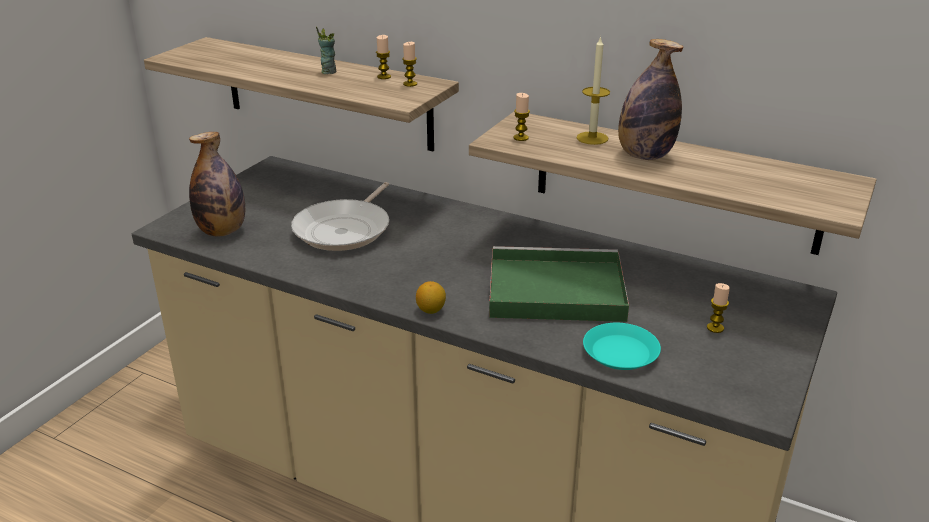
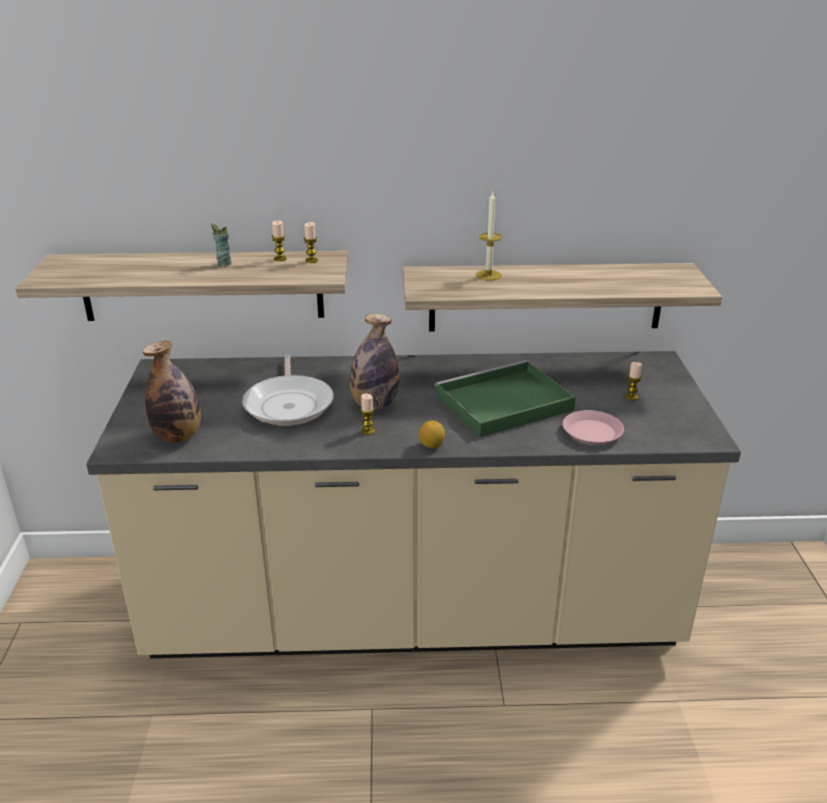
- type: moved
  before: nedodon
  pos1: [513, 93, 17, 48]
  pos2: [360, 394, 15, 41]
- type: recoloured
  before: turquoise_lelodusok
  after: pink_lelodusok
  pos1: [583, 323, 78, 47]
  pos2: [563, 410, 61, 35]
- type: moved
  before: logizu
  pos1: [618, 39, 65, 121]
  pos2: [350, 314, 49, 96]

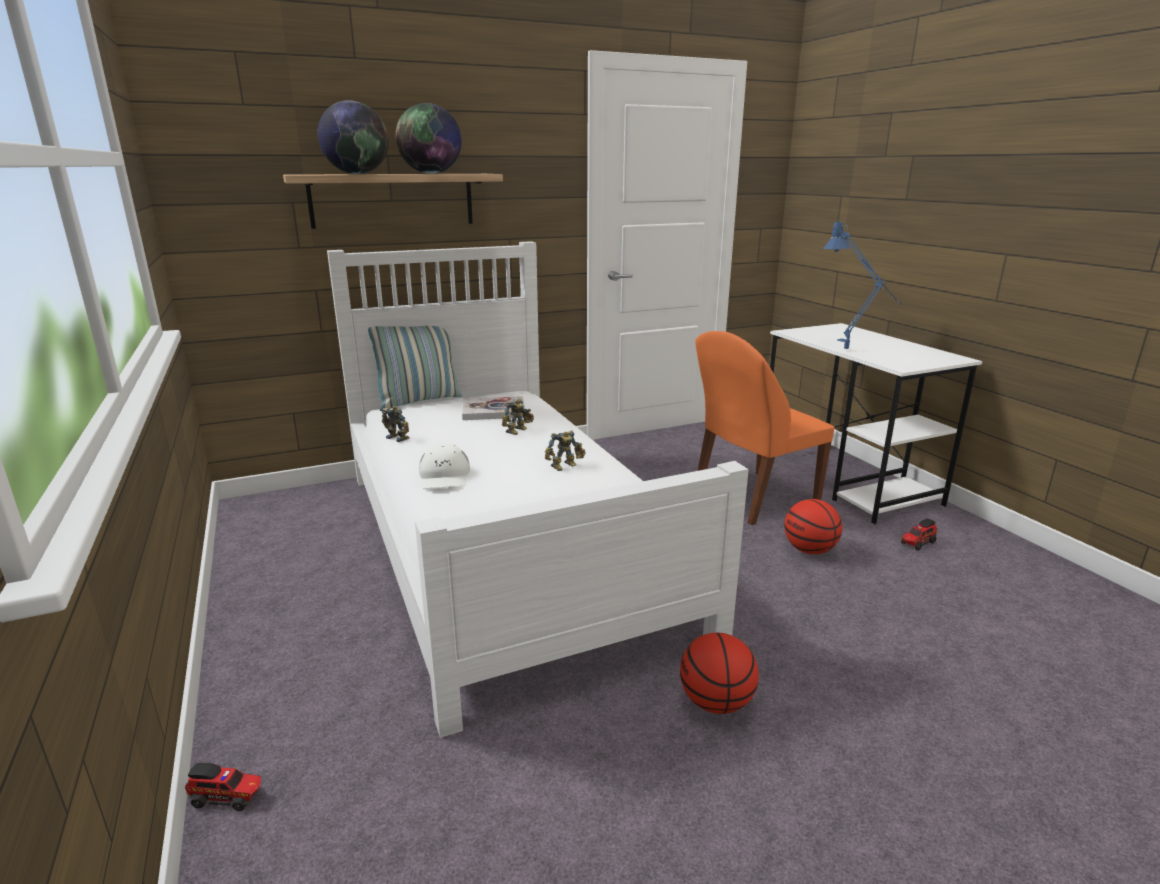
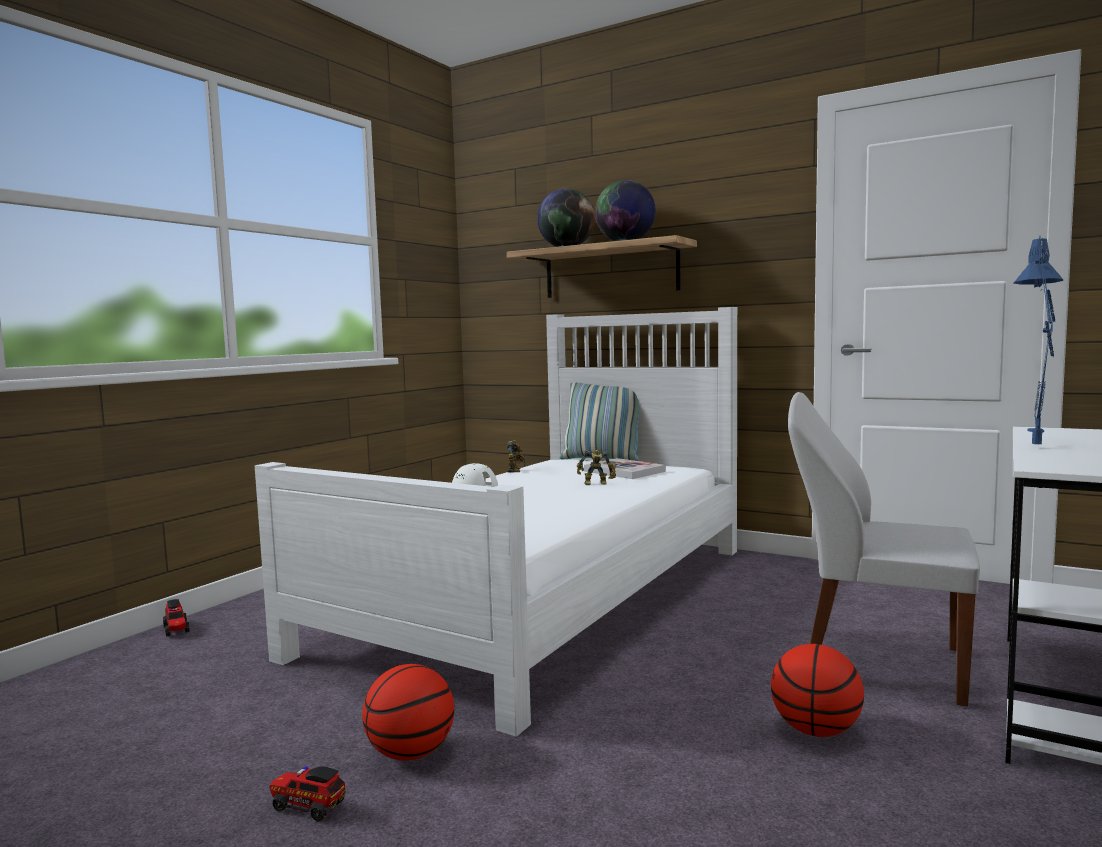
- type: removed
  before: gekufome
  pos1: [545, 430, 41, 41]
- type: recoloured
  before: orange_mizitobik
  after: white_mizitobik
  pos1: [695, 331, 140, 194]
  pos2: [788, 392, 192, 314]
- type: moved
  before: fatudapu
  pos1: [901, 518, 37, 33]
  pos2: [269, 766, 76, 56]

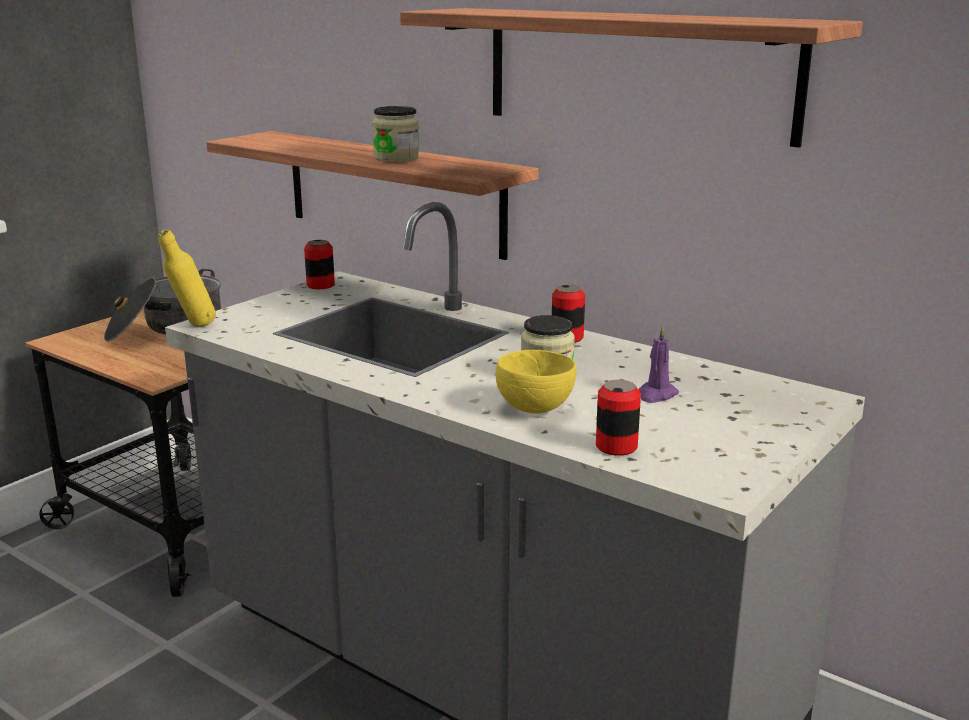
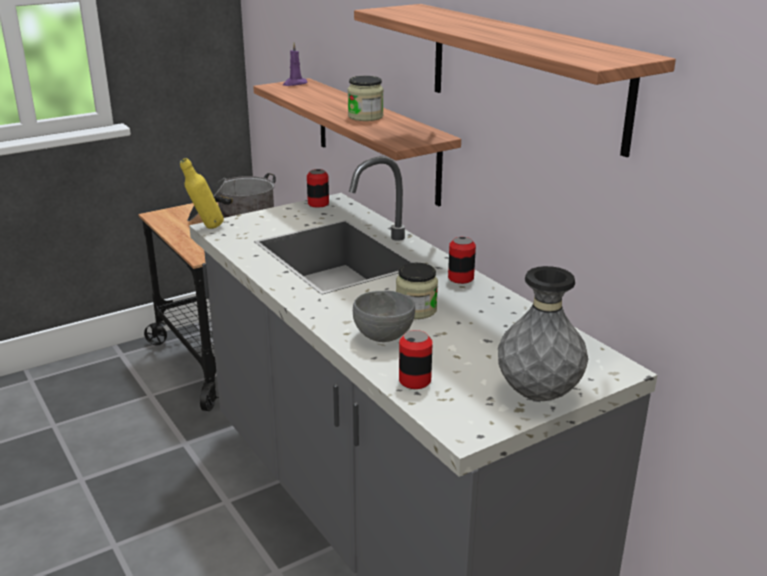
- type: recoloured
  before: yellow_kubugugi
  after: grey_kubugugi
  pos1: [496, 350, 81, 64]
  pos2: [353, 290, 62, 52]
- type: moved
  before: purple_nedodon
  pos1: [639, 325, 40, 78]
  pos2: [283, 43, 24, 43]
- type: added
  after: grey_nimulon
  pos2: [498, 266, 90, 135]

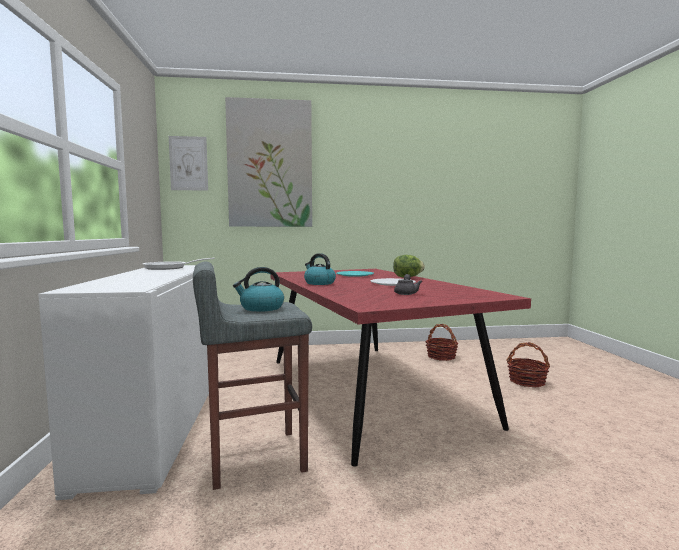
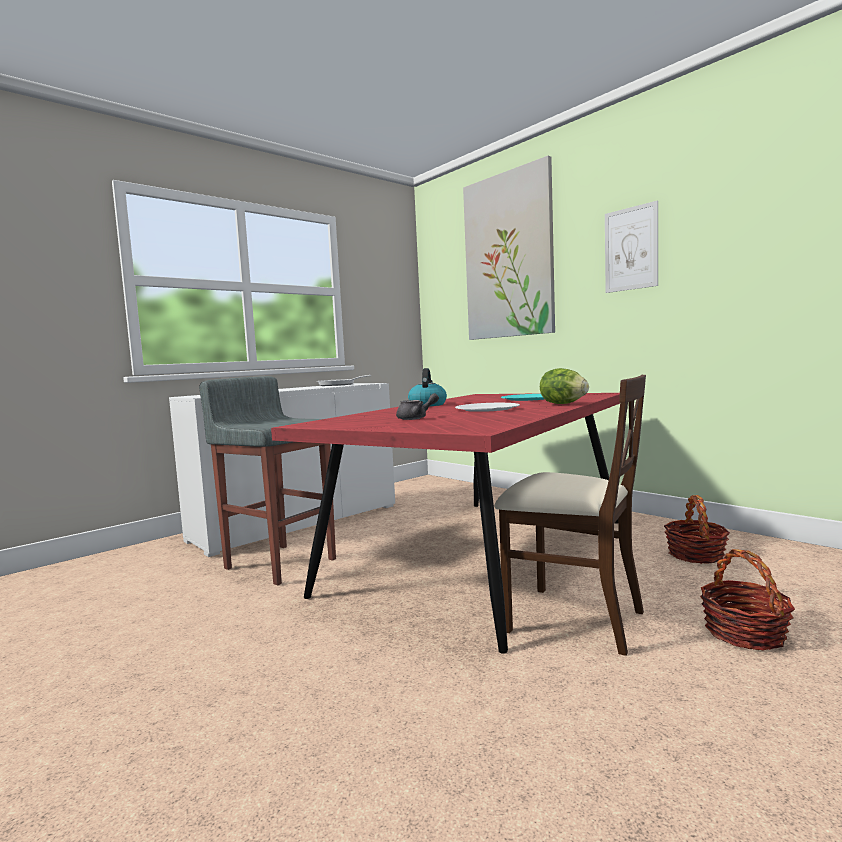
- type: moved
  before: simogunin
  pos1: [169, 136, 39, 55]
  pos2: [605, 200, 53, 93]
- type: removed
  before: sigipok
  pos1: [233, 267, 51, 45]
- type: added
  after: beige_mizitobik
  pos2: [494, 375, 152, 281]

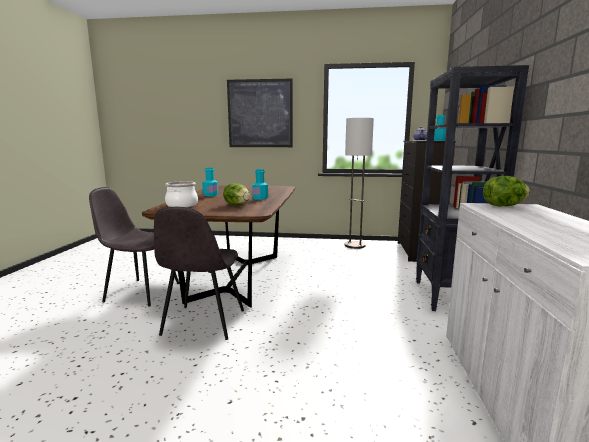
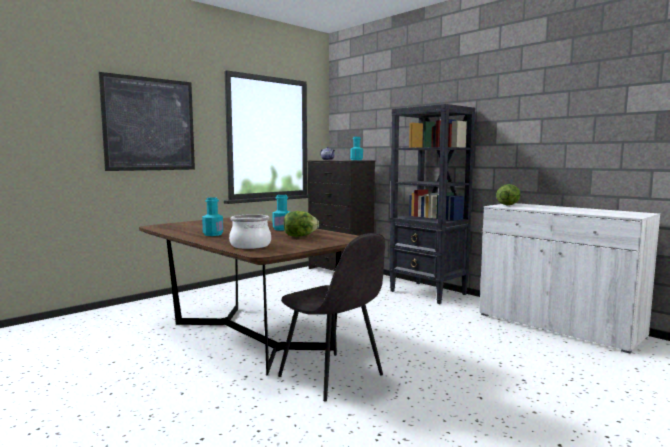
- type: removed
  before: grey_mizitobik
  pos1: [89, 187, 90, 120]
- type: removed
  before: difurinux
  pos1: [345, 118, 29, 131]

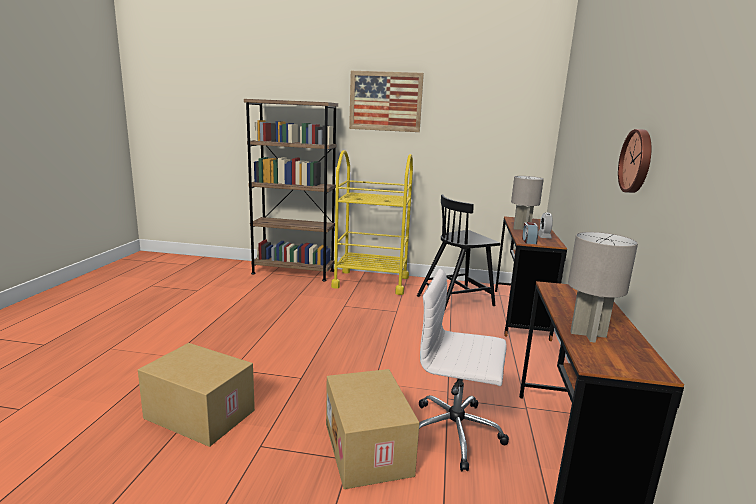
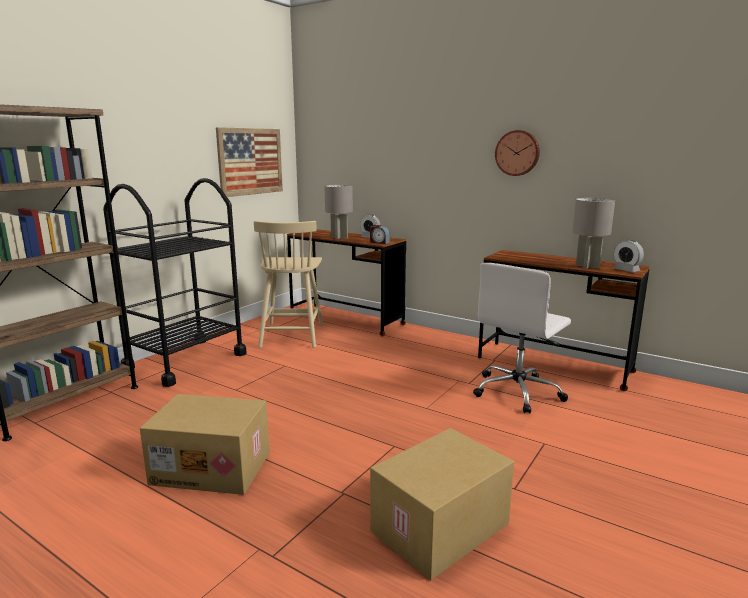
- type: moved
  before: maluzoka
  pos1: [326, 369, 94, 120]
  pos2: [140, 394, 129, 101]
- type: recoloured
  before: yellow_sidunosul
  after: black_sidunosul
  pos1: [331, 150, 82, 145]
  pos2: [103, 178, 144, 209]
- type: moved
  before: simogunin
  pos1: [349, 71, 75, 61]
  pos2: [216, 127, 67, 70]
- type: recoloured
  before: black_mizitobik
  after: beige_mizitobik
  pos1: [417, 194, 83, 115]
  pos2: [254, 221, 69, 127]
- type: added
  after: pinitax
  pos2: [613, 240, 31, 32]

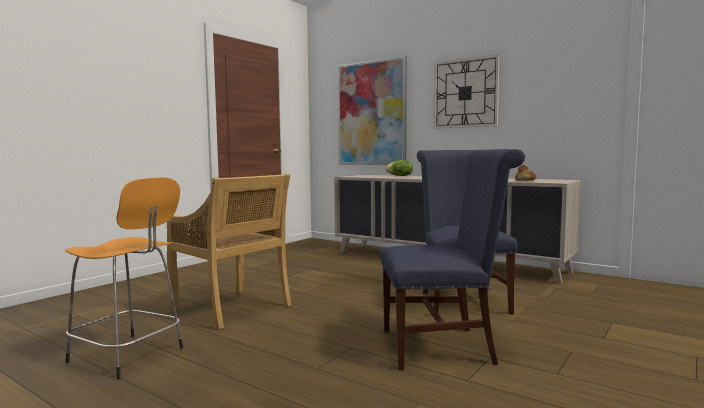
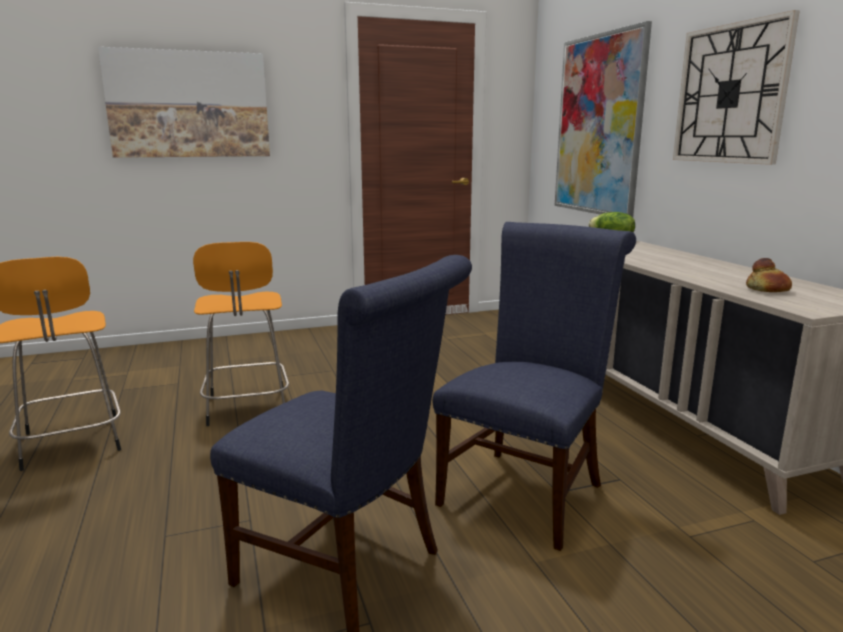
- type: replaced
  before: beige_mizitobik
  after: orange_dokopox
  pos1: [167, 174, 124, 155]
  pos2: [193, 242, 96, 184]
- type: added
  after: simogunin
  pos2: [98, 47, 172, 111]

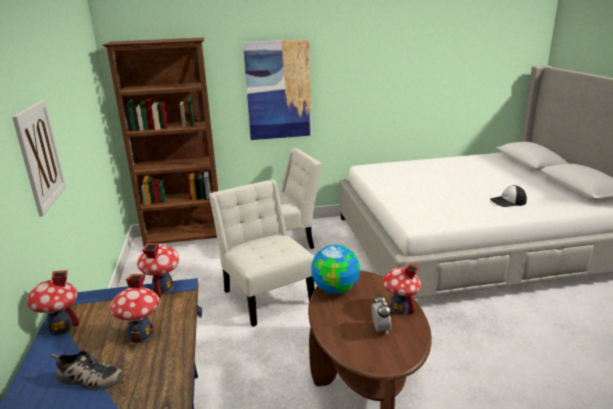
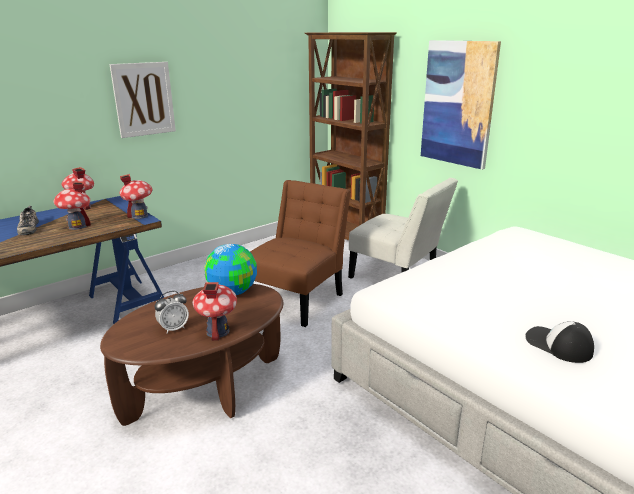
- type: recoloured
  before: white_mizitobik
  after: brown_mizitobik
  pos1: [209, 180, 106, 147]
  pos2: [250, 180, 101, 147]

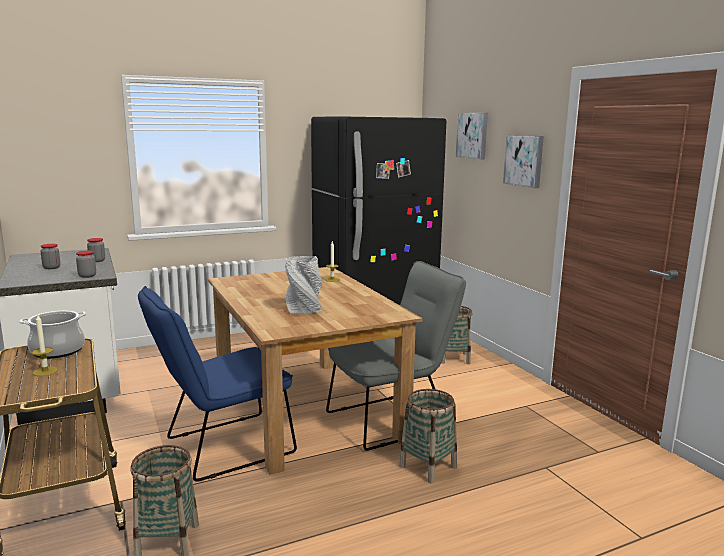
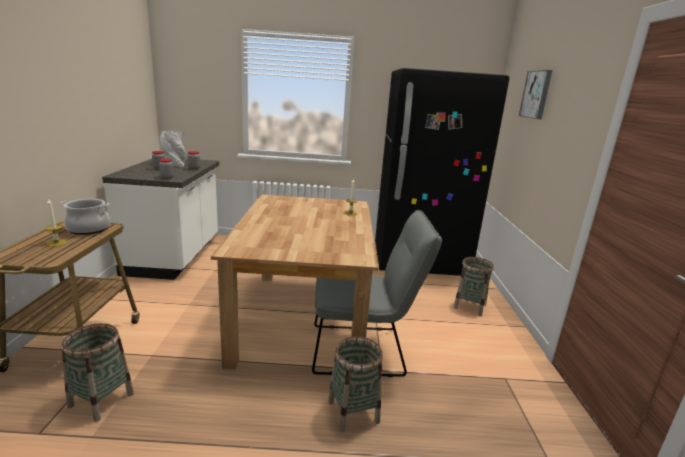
- type: removed
  before: blue_mizitobik
  pos1: [138, 286, 159, 196]
- type: moved
  before: grey_nimulon
  pos1: [285, 256, 37, 58]
  pos2: [160, 131, 27, 35]
- type: removed
  before: simogunin
  pos1: [503, 135, 41, 53]

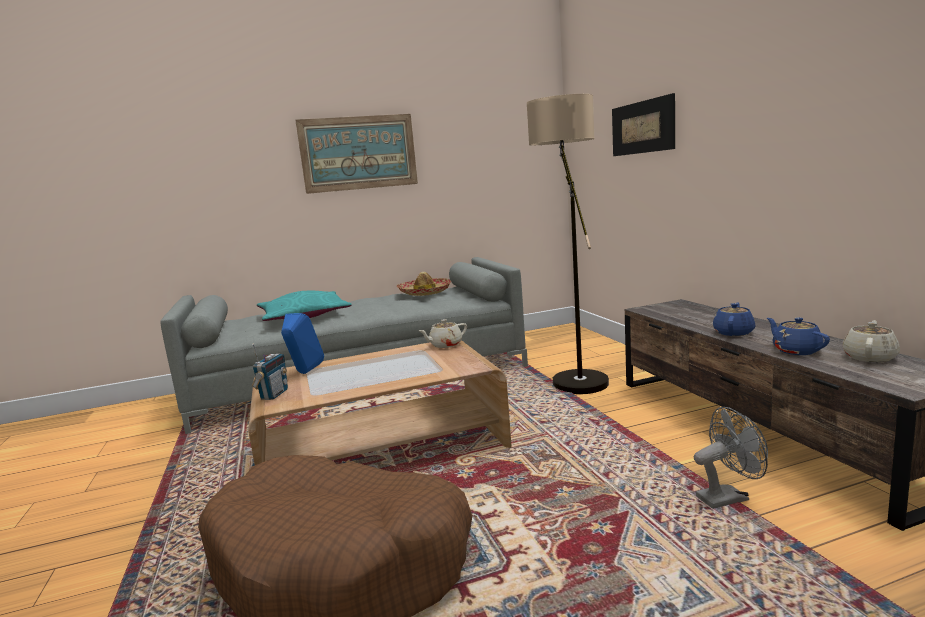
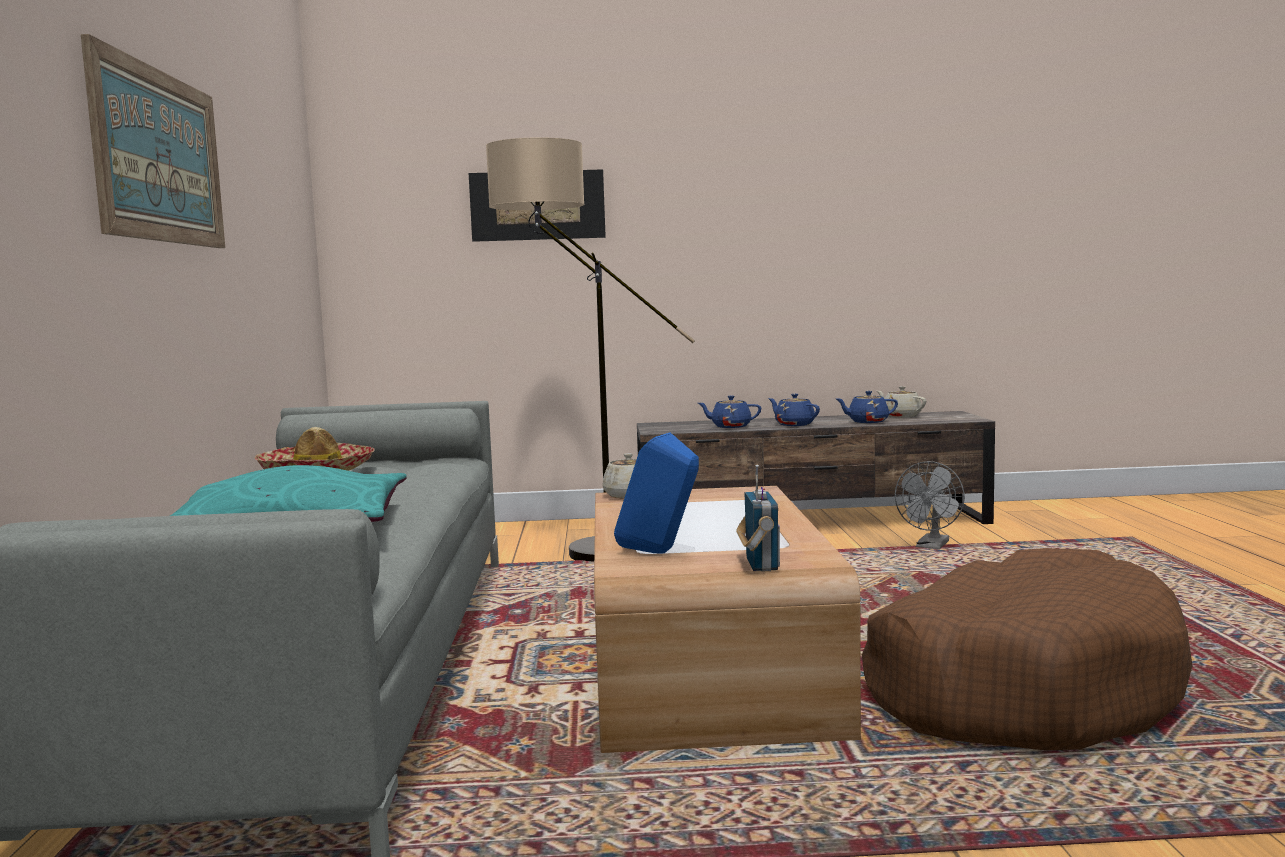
- type: turned
  before: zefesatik
  pos1: [252, 344, 36, 56]
  pos2: [736, 465, 44, 106]
  turn: 60
- type: turned
  before: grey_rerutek
  pos1: [694, 407, 74, 102]
  pos2: [895, 461, 70, 88]
  turn: -150
- type: added
  after: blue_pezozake
  pos2: [698, 396, 63, 32]

